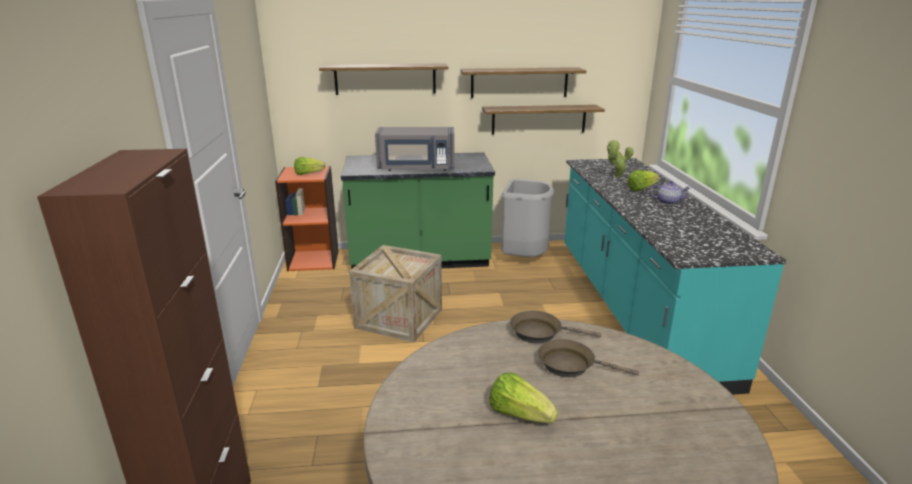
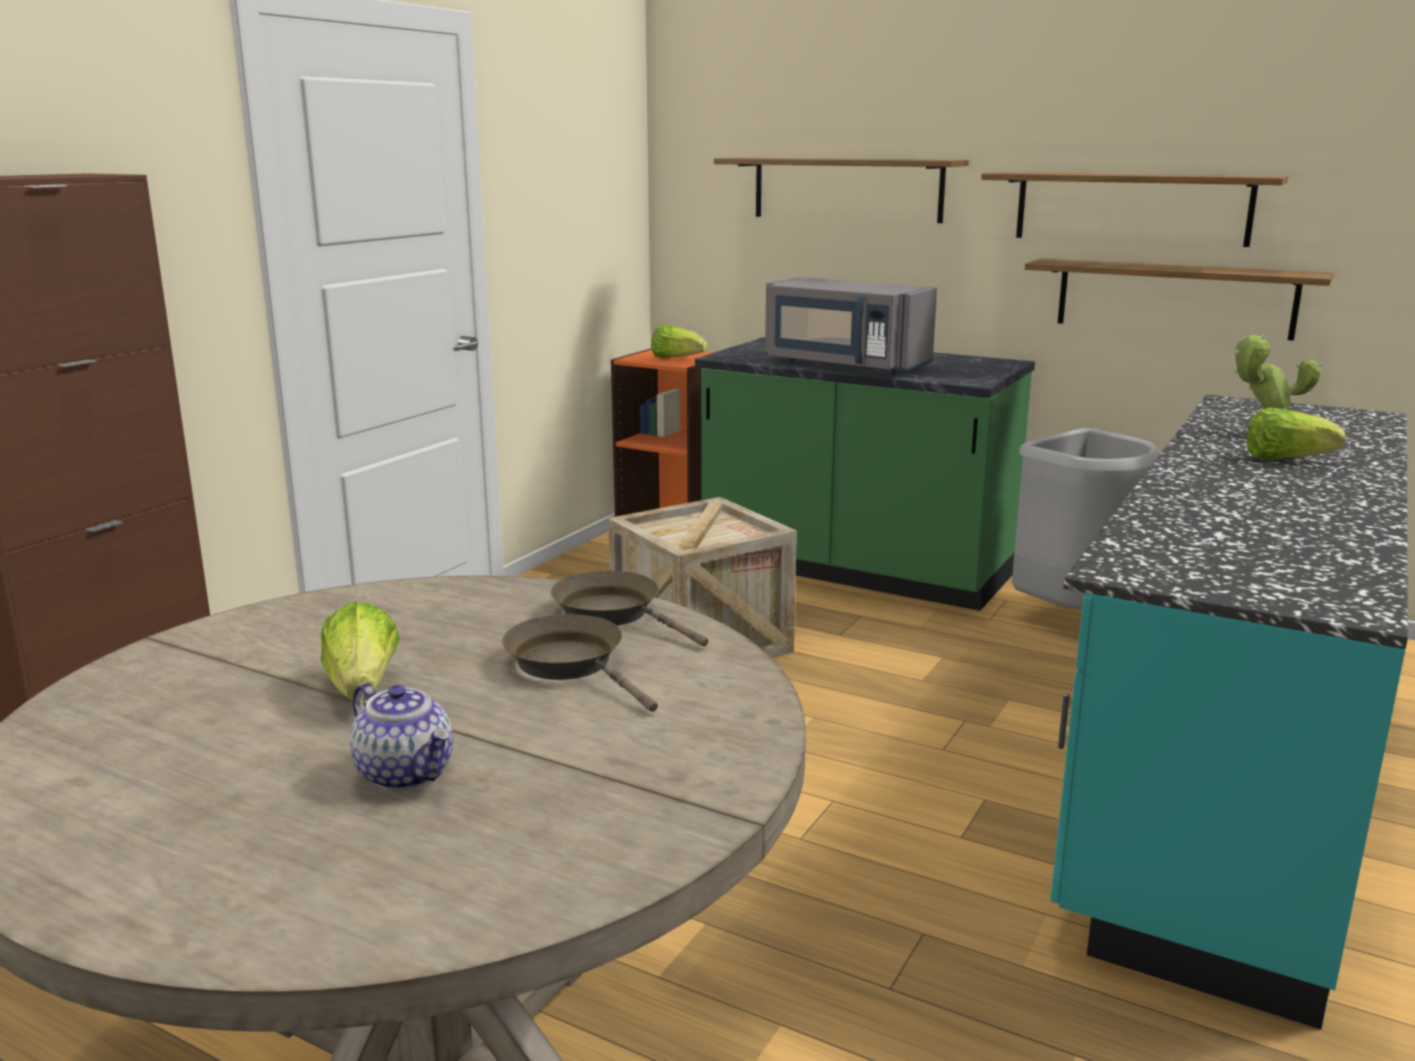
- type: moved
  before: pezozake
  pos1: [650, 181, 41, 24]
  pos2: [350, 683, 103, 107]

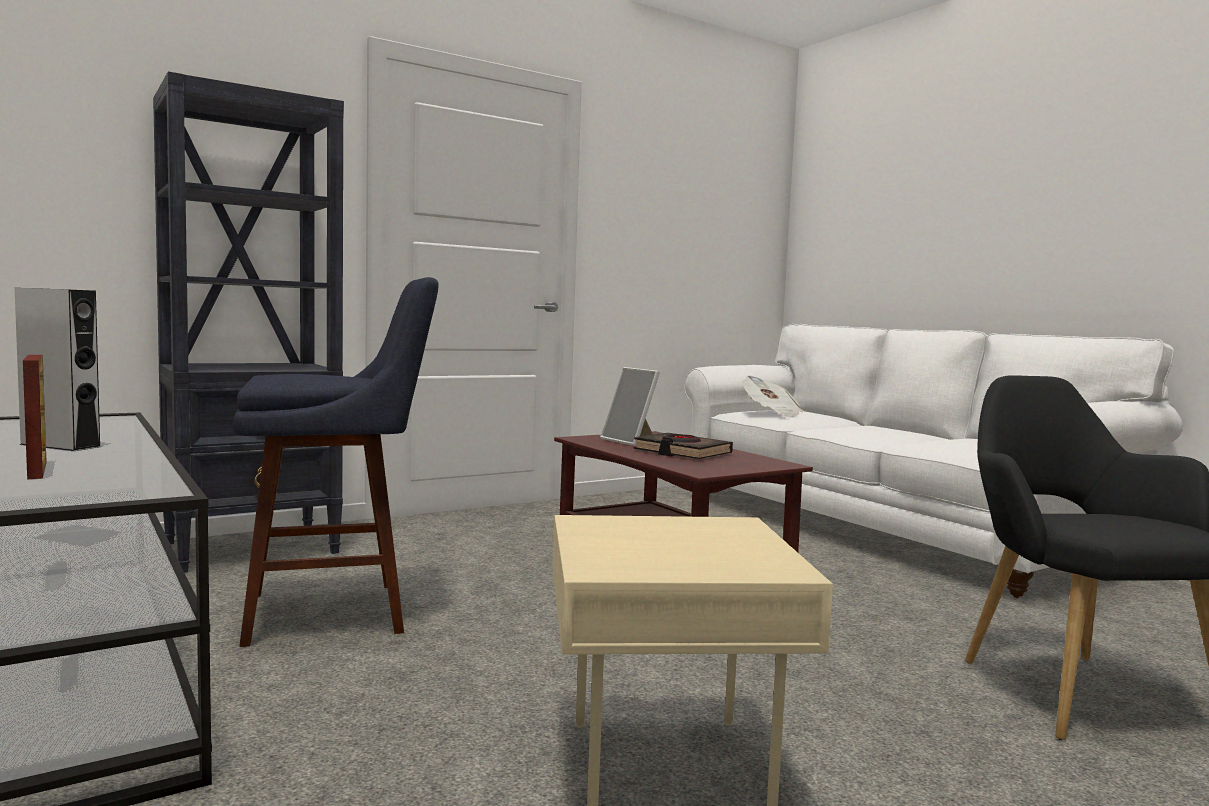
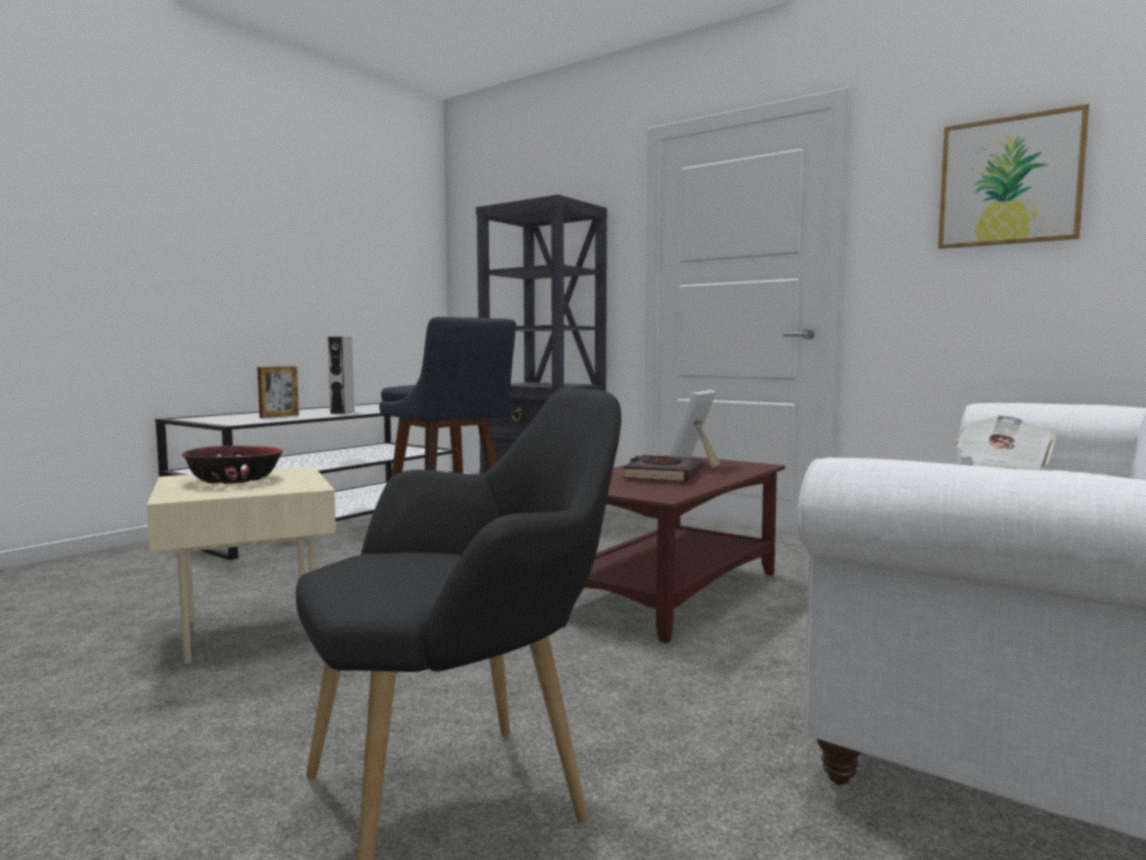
- type: added
  after: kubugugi
  pos2: [182, 446, 101, 38]
- type: added
  after: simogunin
  pos2: [938, 104, 151, 145]

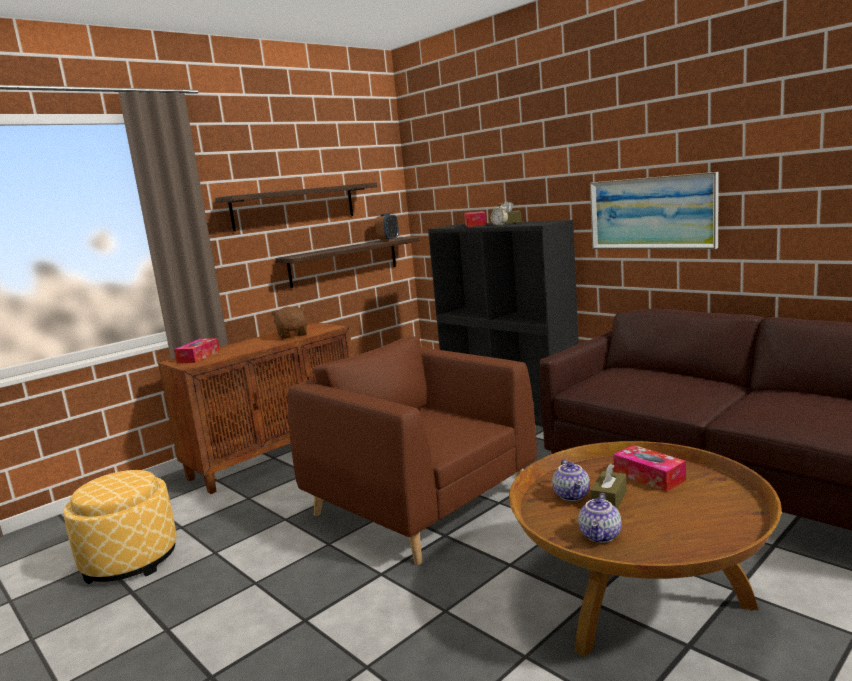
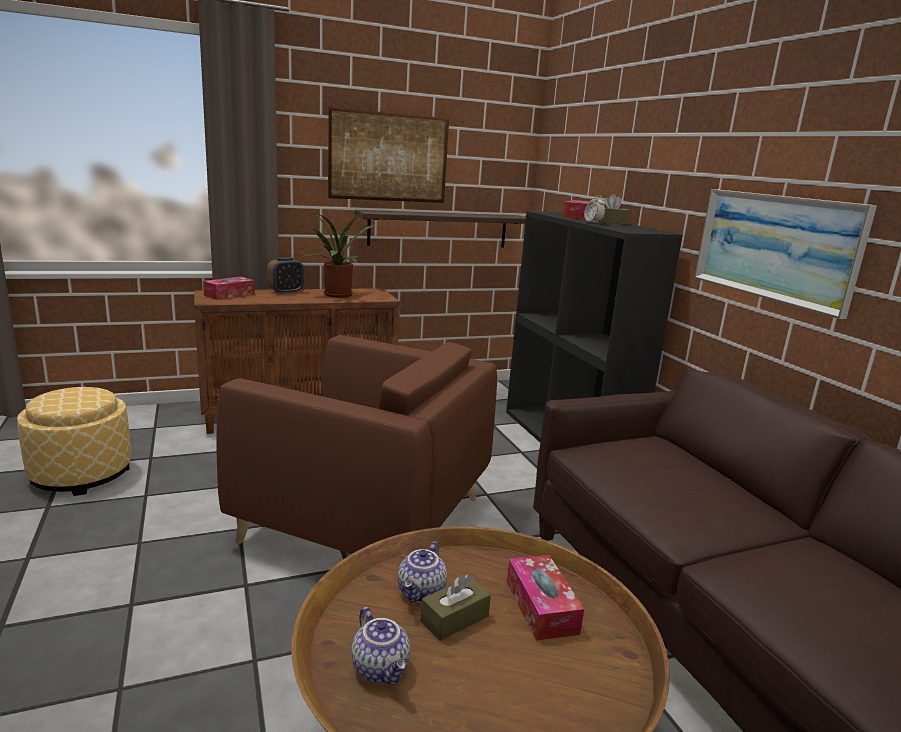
- type: replaced
  before: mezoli
  after: simogunin
  pos1: [215, 182, 162, 50]
  pos2: [328, 107, 121, 96]
- type: replaced
  before: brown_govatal
  after: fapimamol
  pos1: [271, 307, 36, 32]
  pos2: [302, 212, 76, 86]
- type: turned
  before: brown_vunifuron
  pos1: [287, 336, 250, 229]
  pos2: [217, 335, 280, 219]
  turn: 135
- type: moved
  before: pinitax
  pos1: [375, 213, 24, 28]
  pos2: [267, 257, 37, 37]
- type: turned
  before: pezozake
  pos1: [578, 493, 43, 50]
  pos2: [351, 607, 59, 77]
  turn: -75

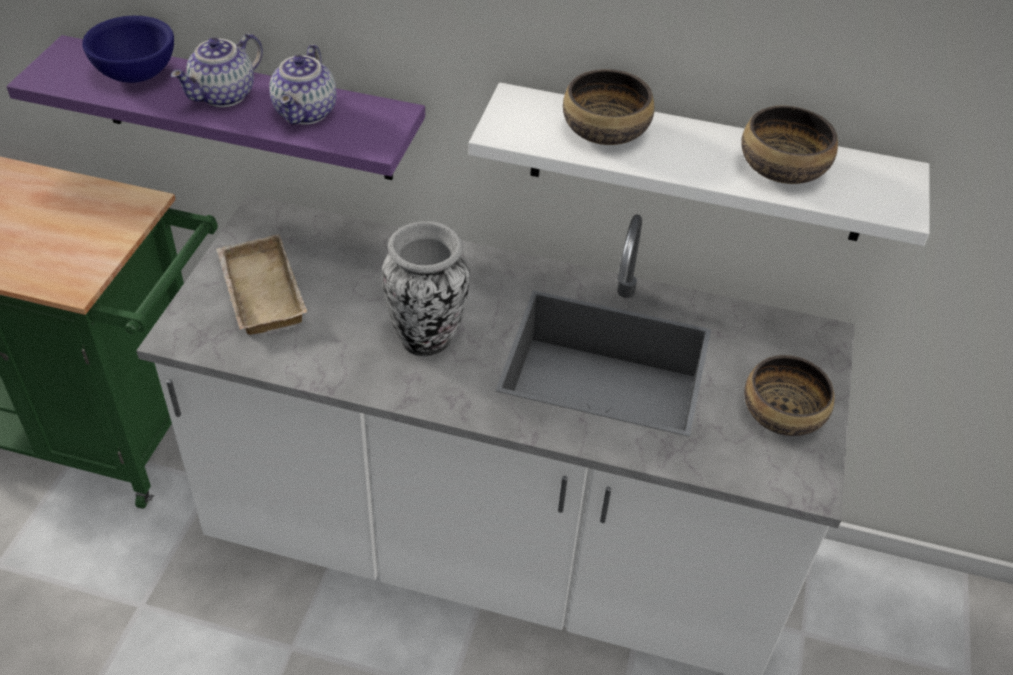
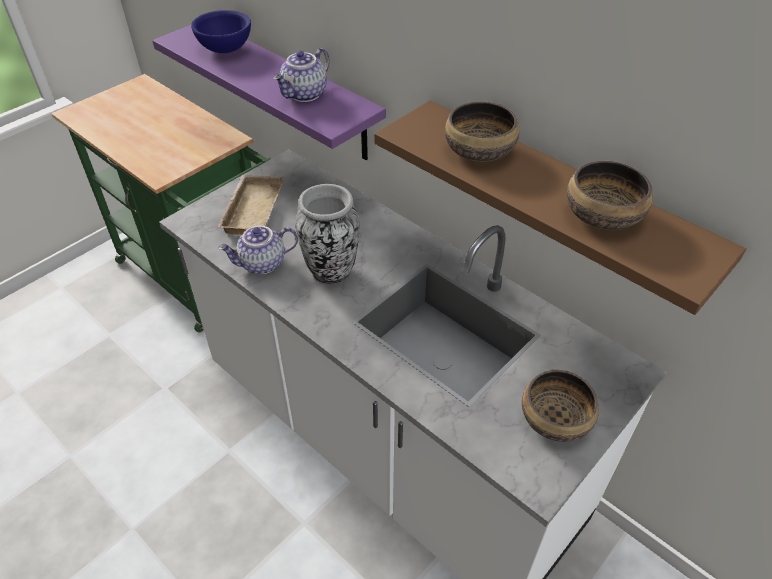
- type: moved
  before: pezozake
  pos1: [171, 33, 92, 74]
  pos2: [218, 226, 80, 48]
- type: recoloured
  before: white_mezoli
  after: brown_mezoli
  pos1: [469, 83, 461, 163]
  pos2: [374, 100, 372, 215]

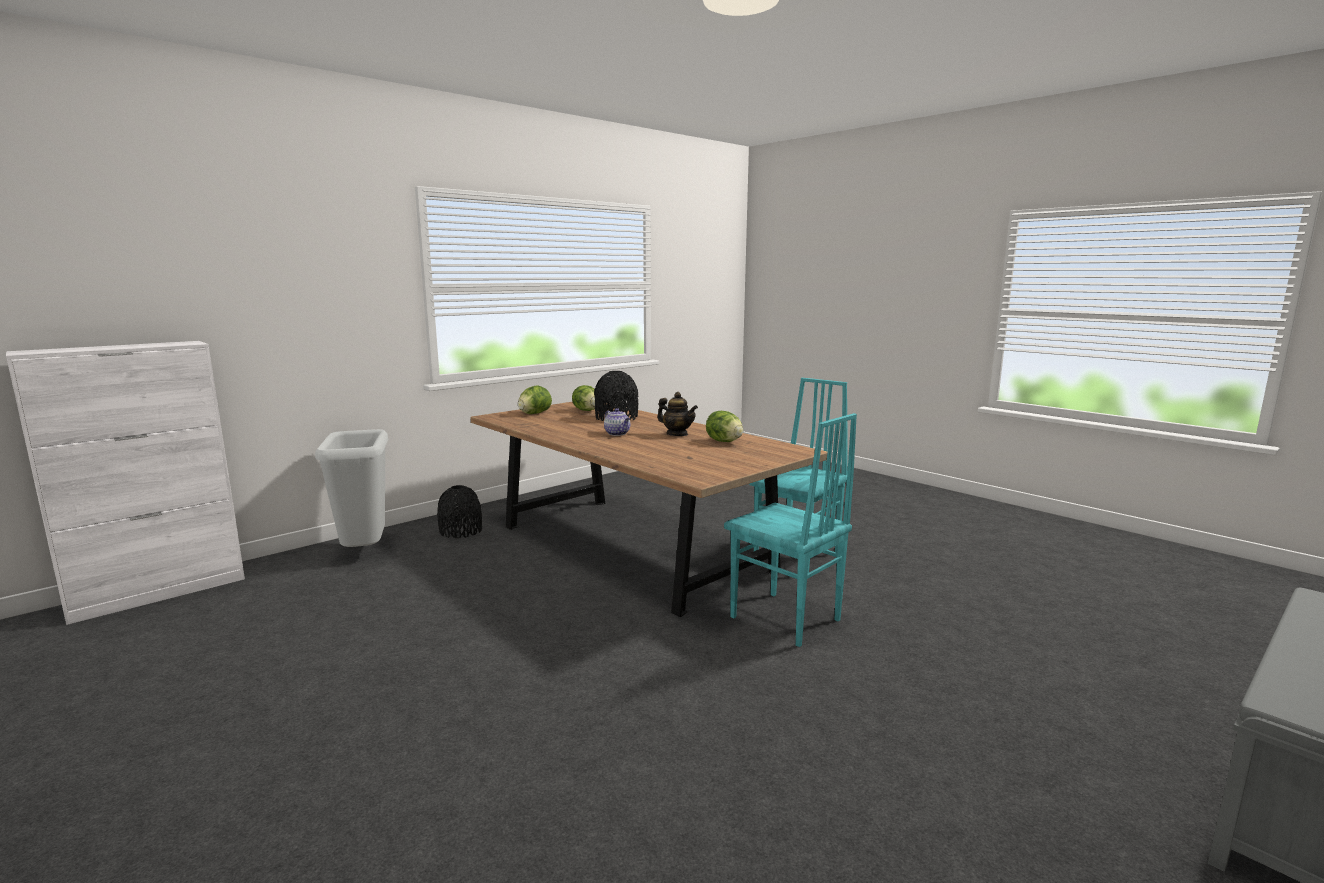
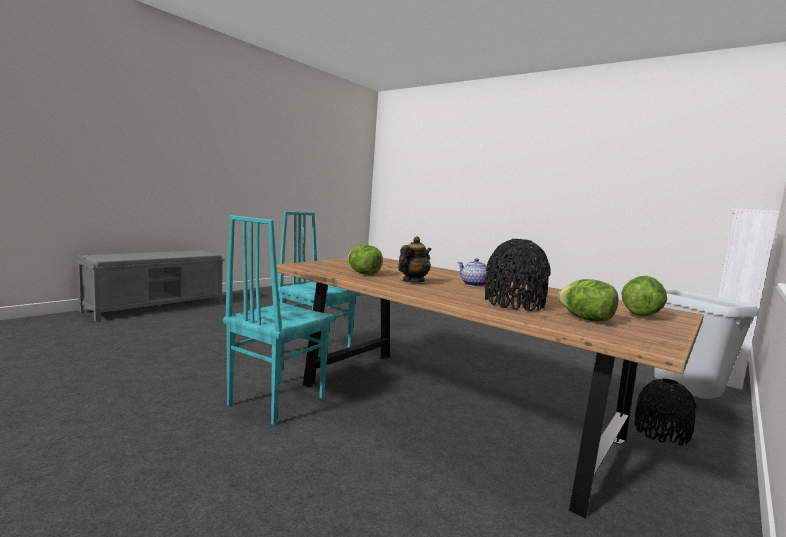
- type: turned
  before: pezozake
  pos1: [657, 392, 41, 44]
  pos2: [398, 237, 33, 46]
  turn: 105

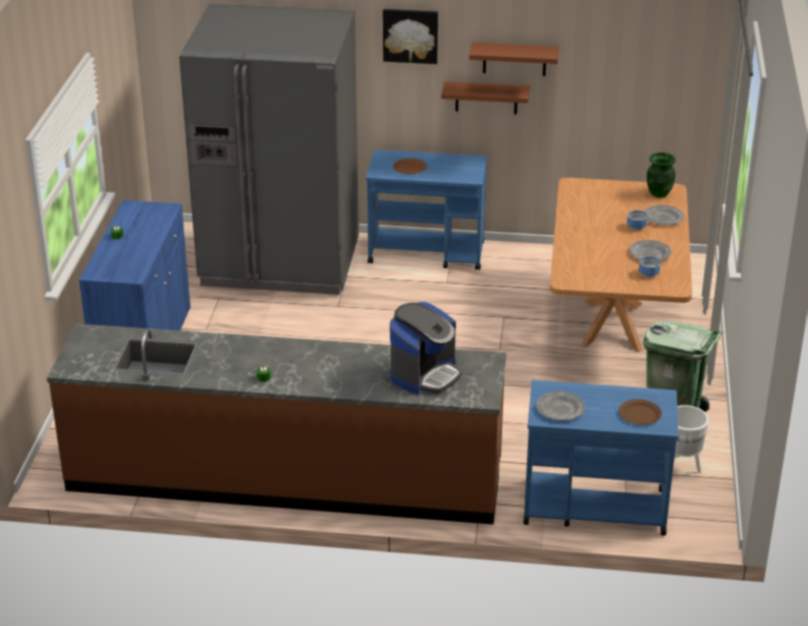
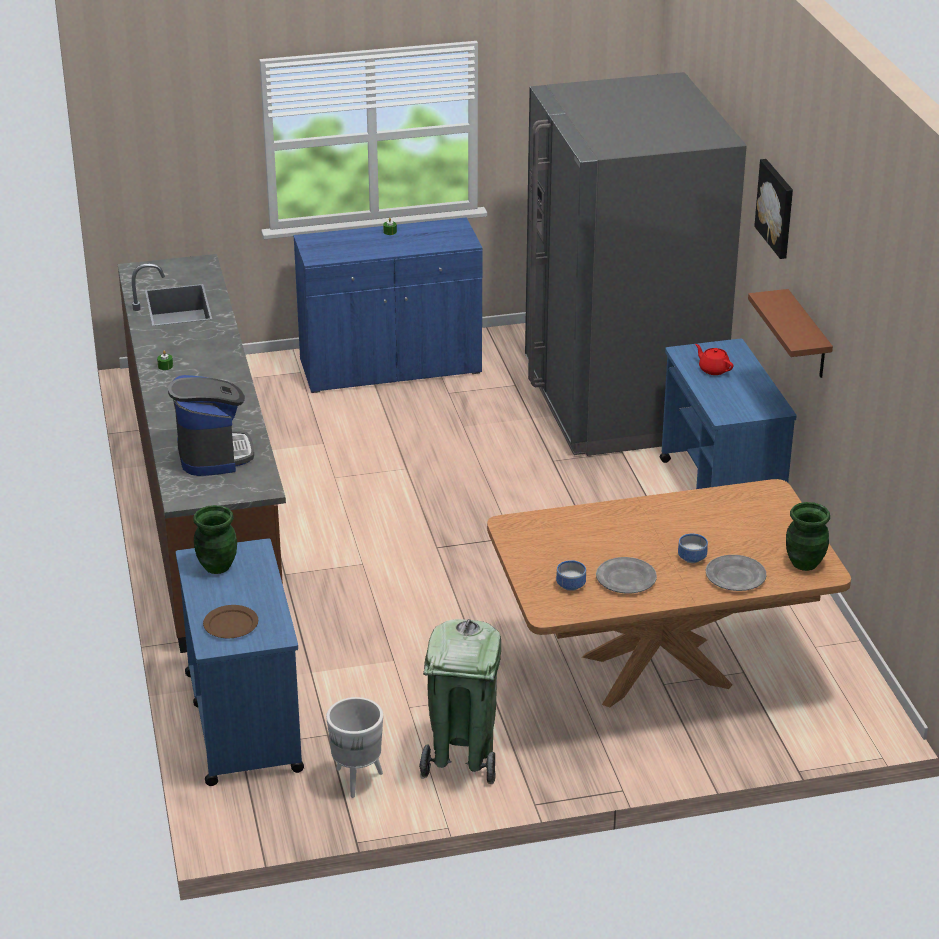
- type: turned
  before: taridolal
  pos1: [390, 302, 72, 92]
  pos2: [168, 375, 86, 101]
  turn: -120
- type: replaced
  before: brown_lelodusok
  after: red_pezozake
  pos1: [393, 158, 34, 16]
  pos2: [695, 344, 38, 31]
- type: removed
  before: brown_mezoli
  pos1: [469, 43, 90, 33]
- type: replaced
  before: grey_lelodusok
  after: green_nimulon
  pos1: [536, 391, 49, 30]
  pos2: [193, 505, 44, 69]

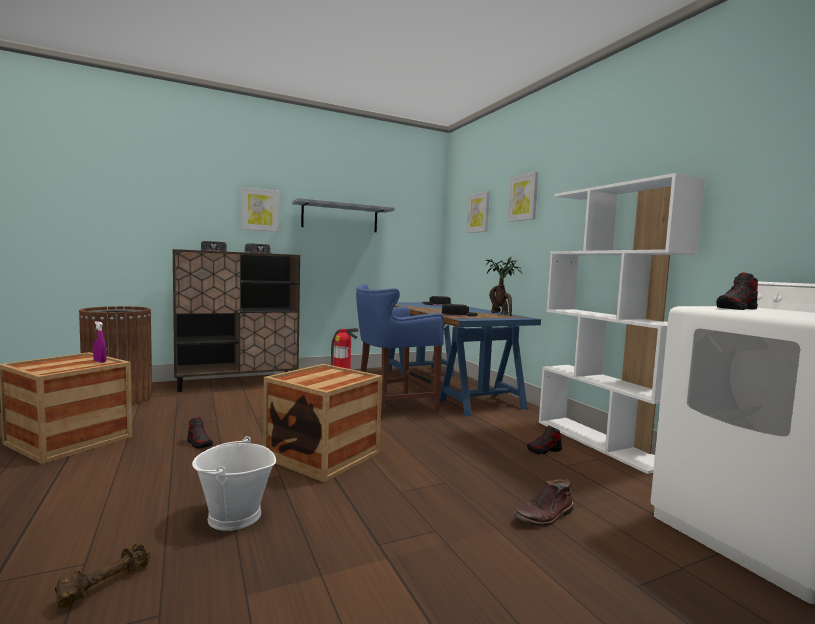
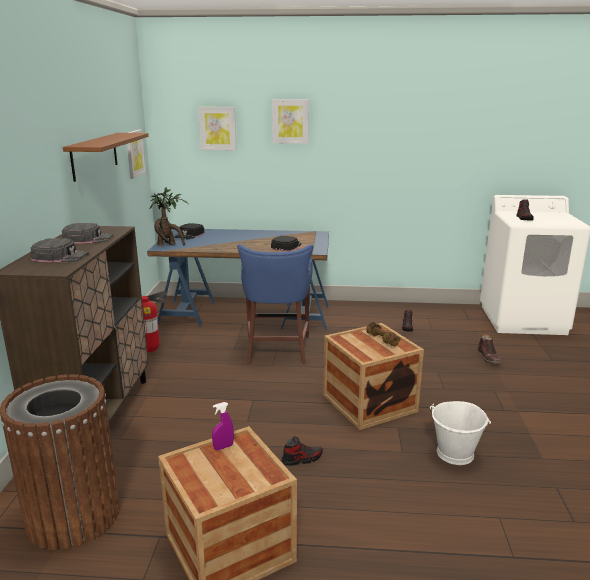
- type: moved
  before: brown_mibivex
  pos1: [55, 543, 96, 65]
  pos2: [366, 322, 35, 25]
- type: moved
  before: simogunin
  pos1: [241, 187, 38, 45]
  pos2: [127, 130, 19, 49]
- type: recoloured
  before: grey_mezoli
  after: brown_mezoli
  pos1: [292, 198, 103, 34]
  pos2: [63, 133, 86, 49]
- type: moved
  before: fapimamol
  pos1: [485, 256, 37, 60]
  pos2: [150, 186, 38, 60]
- type: removed
  before: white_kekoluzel
  pos1: [539, 173, 166, 301]

